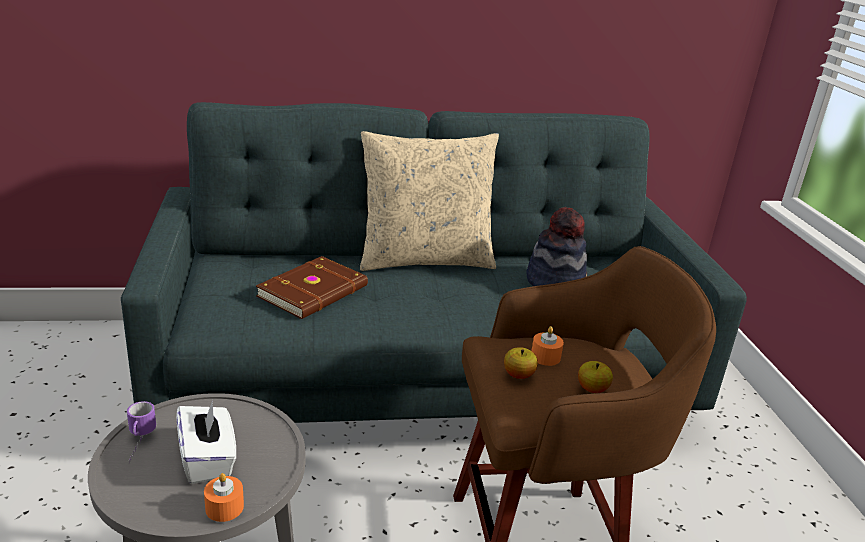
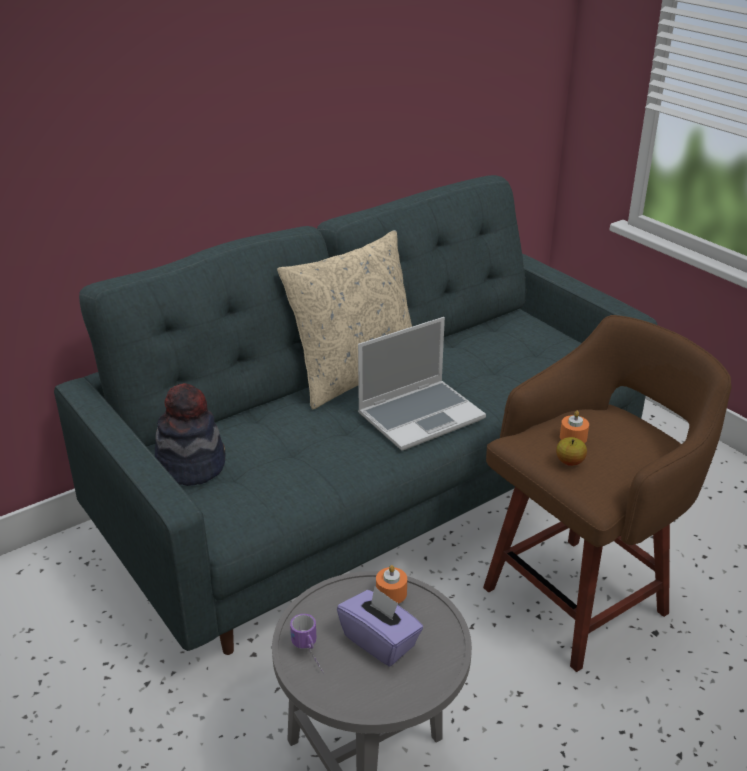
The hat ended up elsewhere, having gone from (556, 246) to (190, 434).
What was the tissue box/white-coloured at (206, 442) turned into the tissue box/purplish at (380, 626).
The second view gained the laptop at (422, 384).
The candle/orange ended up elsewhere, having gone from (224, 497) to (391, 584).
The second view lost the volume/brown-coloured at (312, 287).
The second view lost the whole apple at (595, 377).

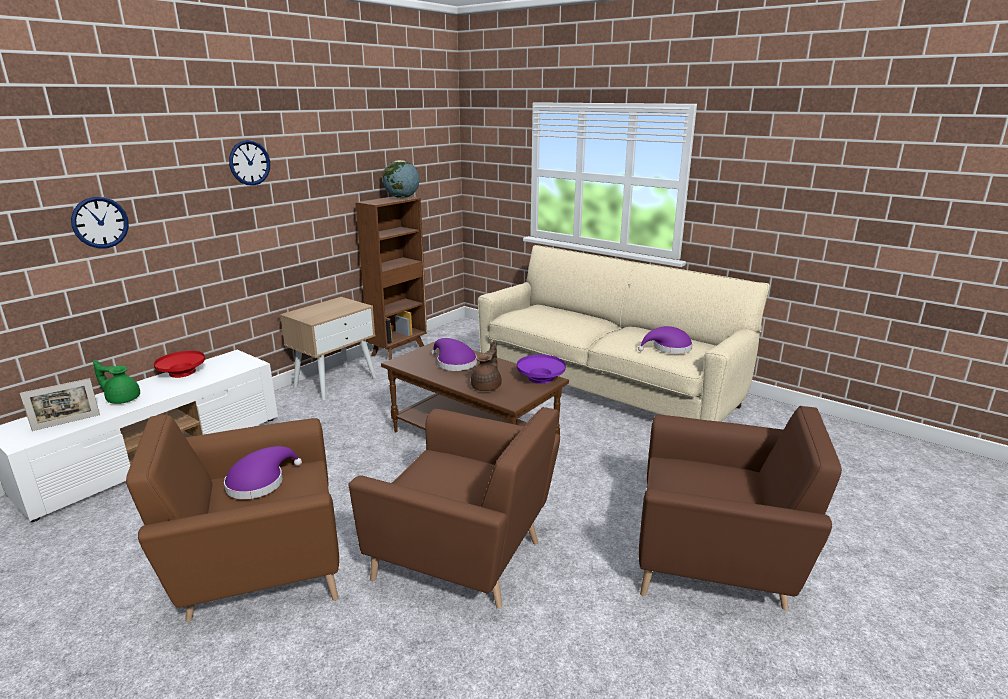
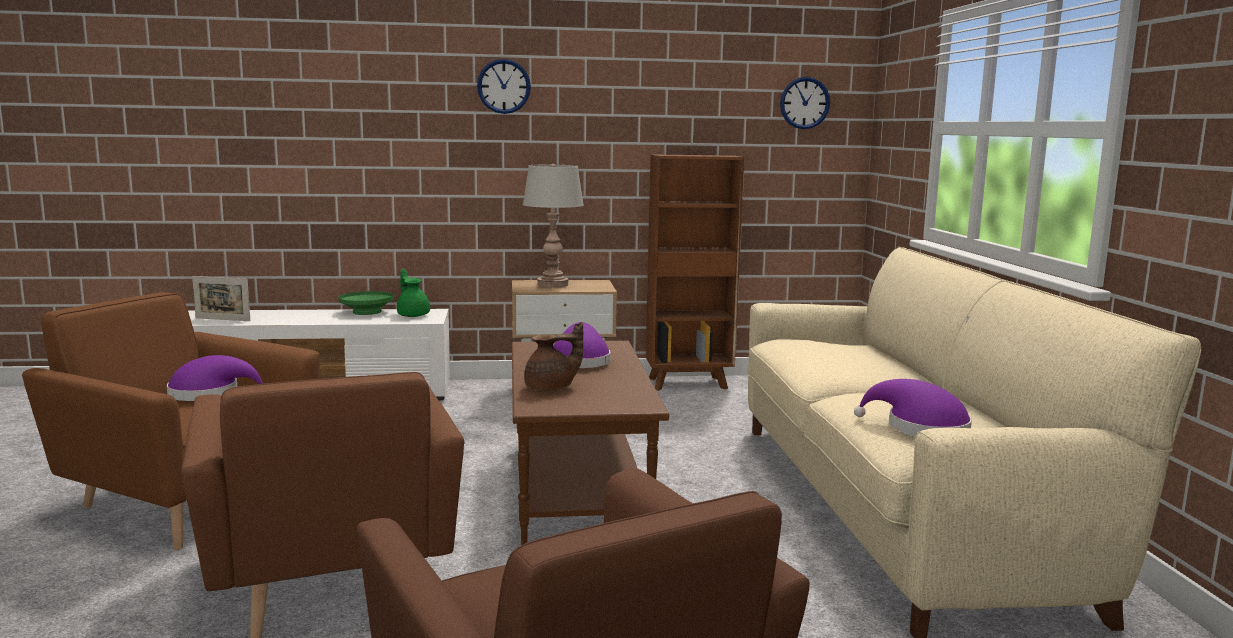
What was the serving bowl/reddish at (179, 364) turned into the serving bowl/green-coloured at (366, 303).
The tea pot/green-coloured ended up elsewhere, having gone from (116, 382) to (413, 292).
The second view gained the lamp for a table/greyish at (553, 226).
The wall clock ended up elsewhere, having gone from (100, 223) to (805, 103).
The second view lost the desk globe at (400, 179).
The second view lost the serving bowl/purplish at (541, 369).

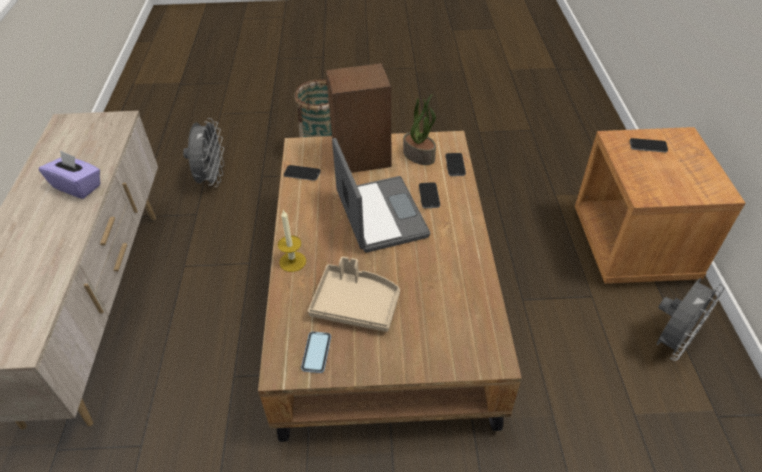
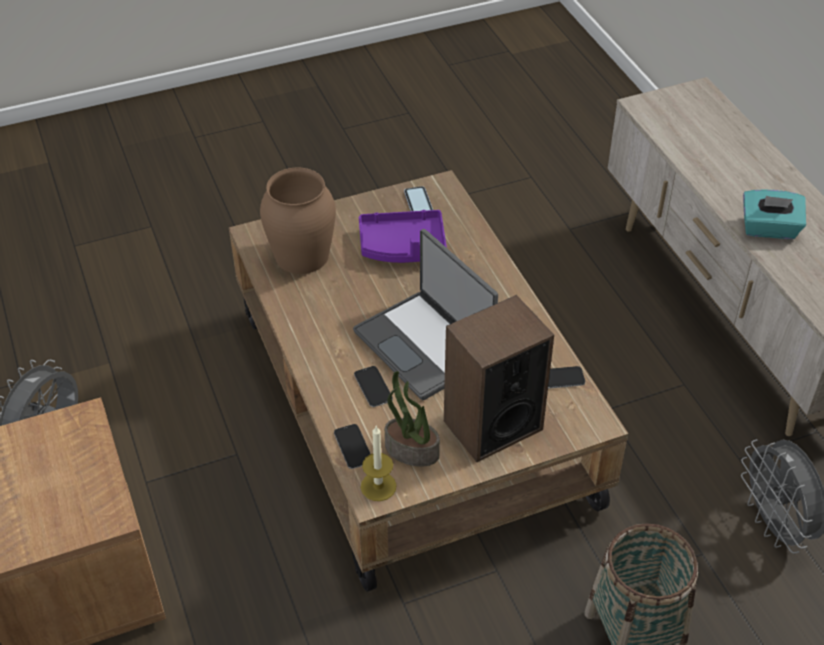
The second view gained the vase/brown-coloured at (298, 220).
What was the tray/sand-coloured at (354, 294) turned into the tray/purplish at (403, 236).
The candle ended up elsewhere, having gone from (292, 241) to (378, 463).
What was the tissue box/purplish at (69, 174) turned into the tissue box/blue-green at (774, 214).
The second view lost the telephone at (649, 145).

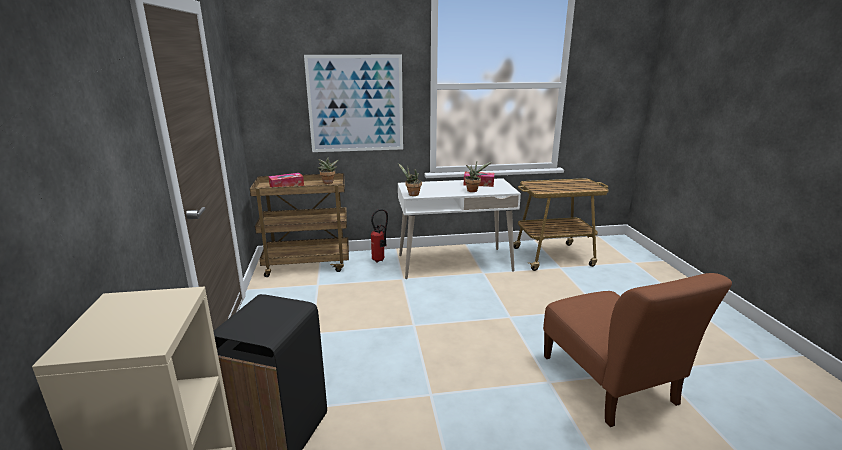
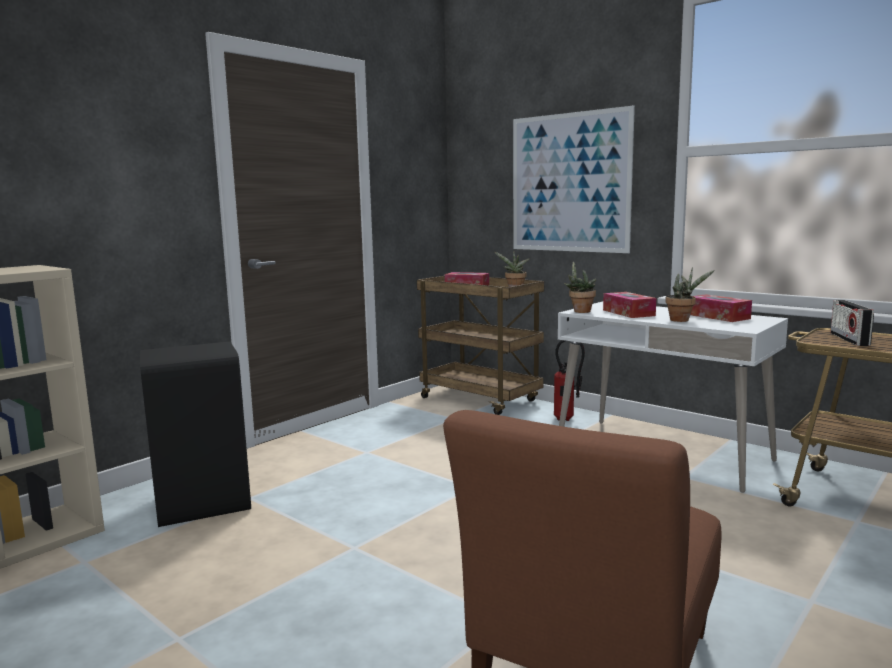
The second view gained the tissue box at (629, 305).
The second view gained the radio set at (852, 323).

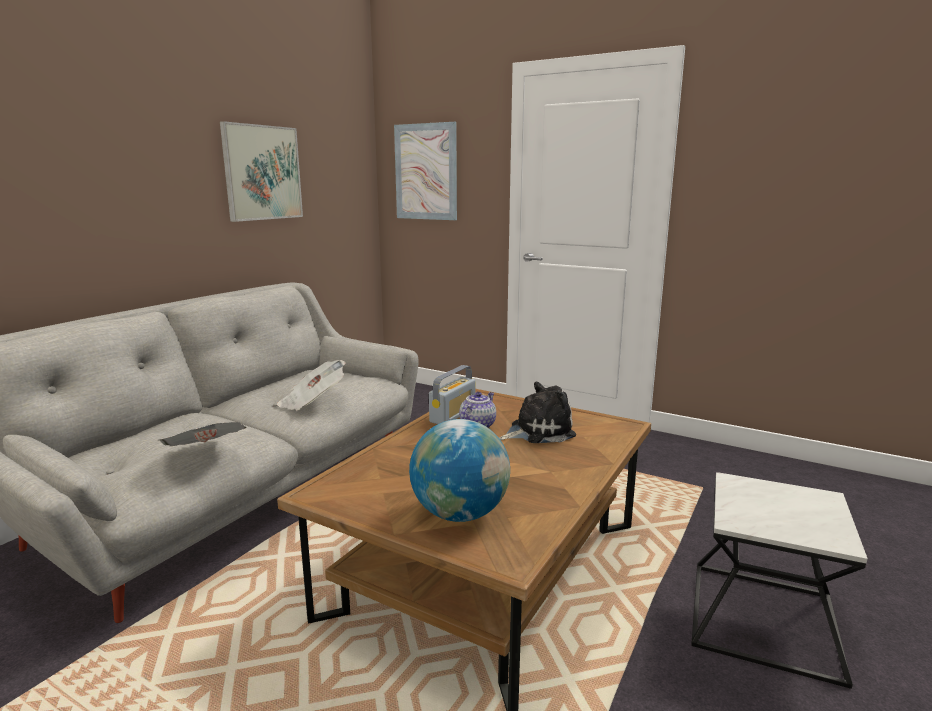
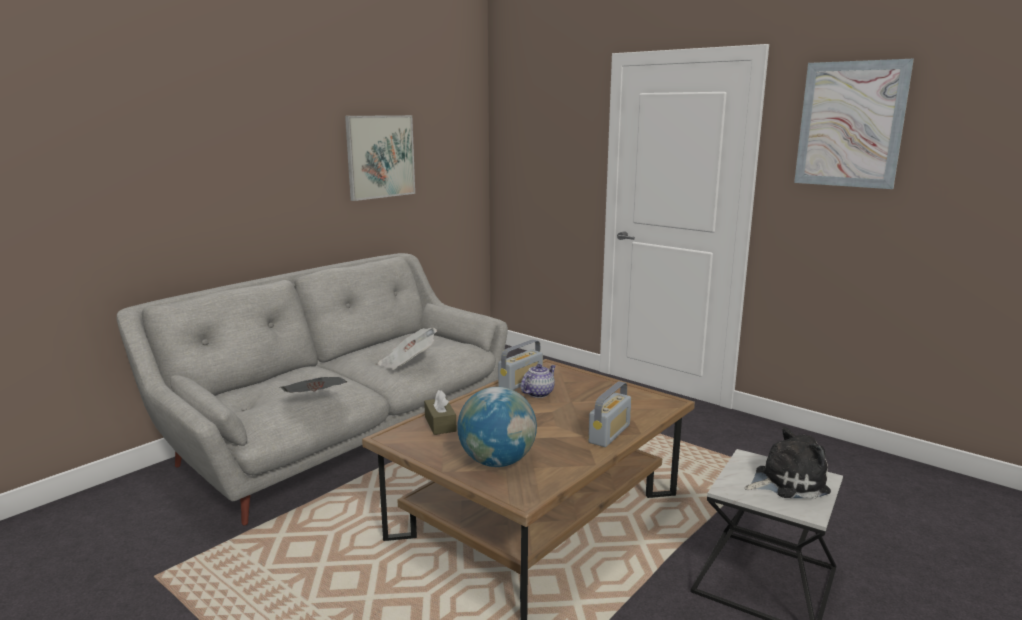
The second view gained the tissue box/brown-coloured at (440, 412).
The second view gained the radio set at (609, 414).
The cuddly toy ended up elsewhere, having gone from (537, 412) to (788, 463).
The picture ended up elsewhere, having gone from (425, 171) to (854, 124).

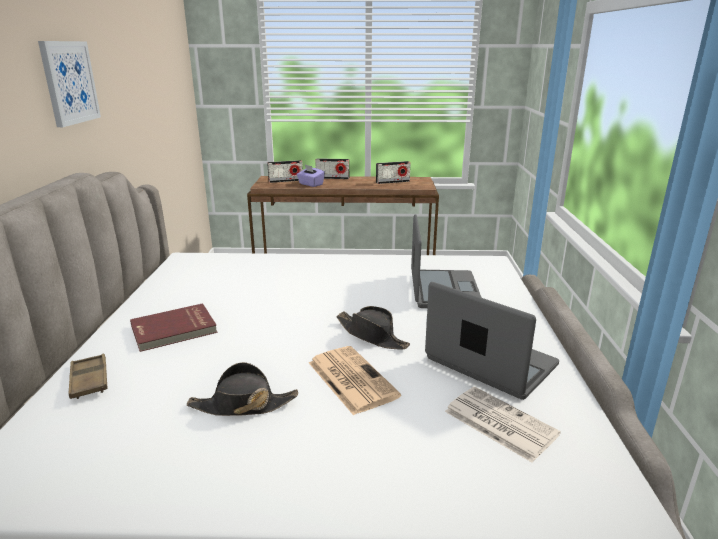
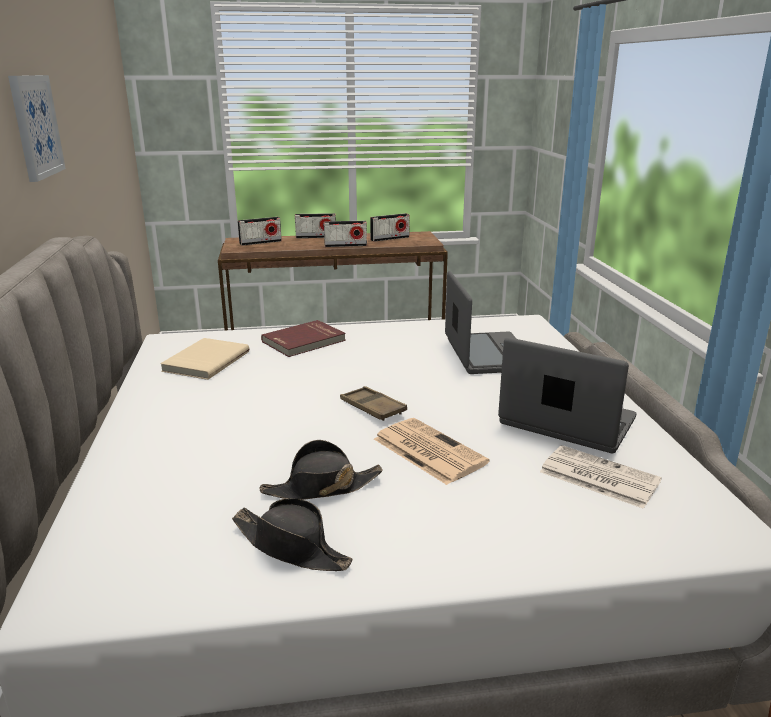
The second view gained the volume/sand-coloured at (204, 359).
The hat/black-coloured ended up elsewhere, having gone from (373, 327) to (292, 534).
The volume/reddish ended up elsewhere, having gone from (173, 327) to (303, 338).
The second view gained the radio set at (345, 234).
The tray/brown-coloured ended up elsewhere, having gone from (88, 376) to (373, 403).
The second view lost the tissue box/purplish at (311, 176).

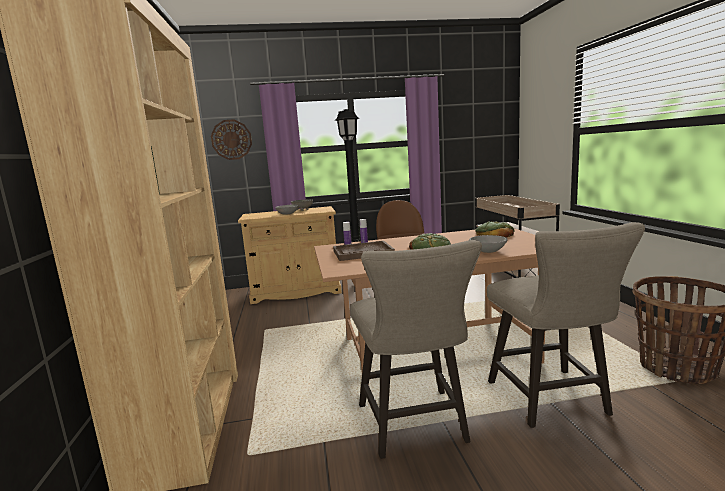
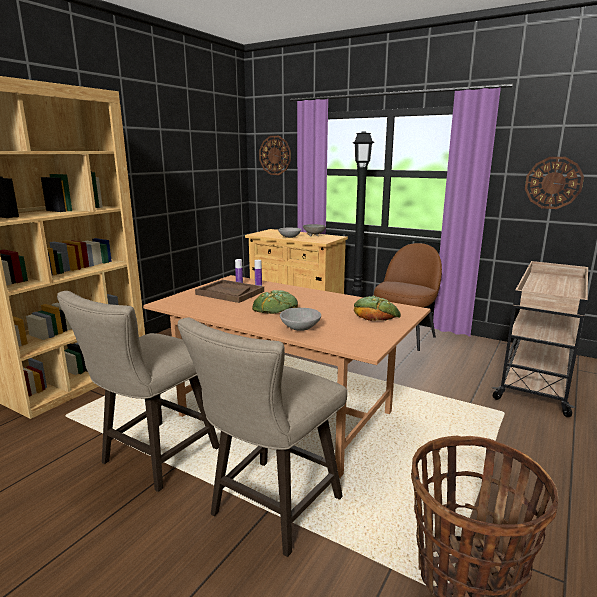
The second view gained the wall clock at (554, 183).

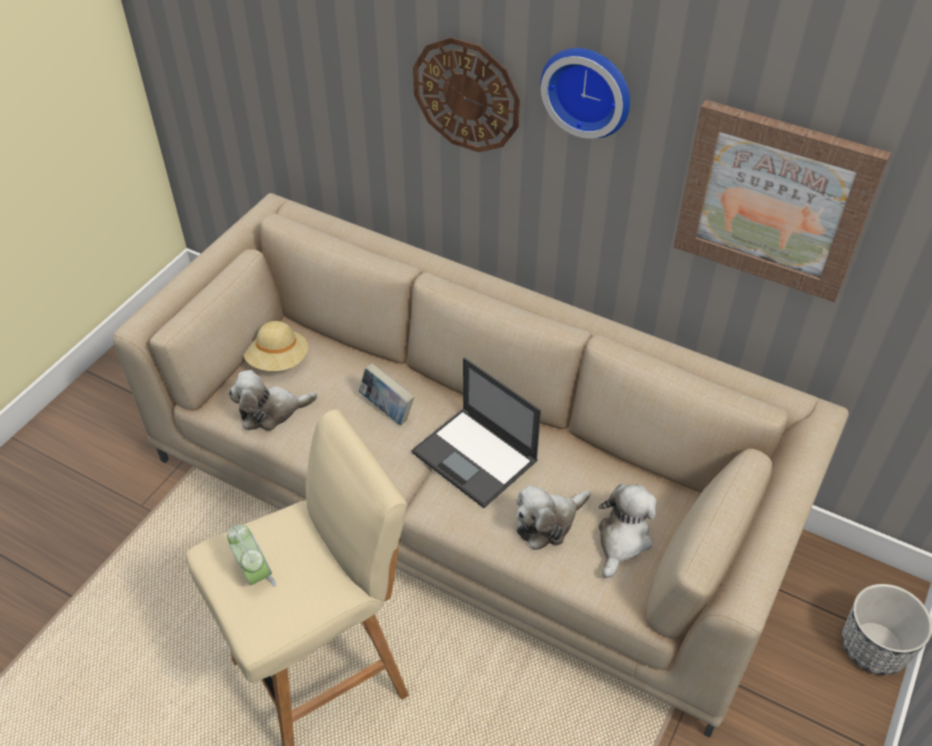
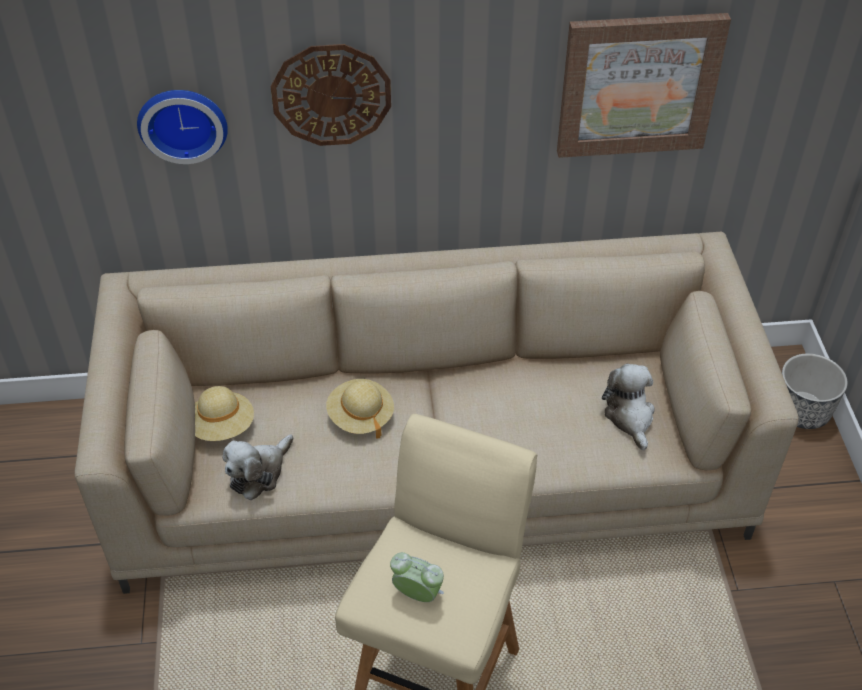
The wall clock ended up elsewhere, having gone from (585, 93) to (182, 127).
Where the volume stood at (387, 394), the hat/sand-coloured came to stand at (360, 409).
The second view lost the laptop at (476, 433).
The second view lost the cuddly toy at (553, 517).

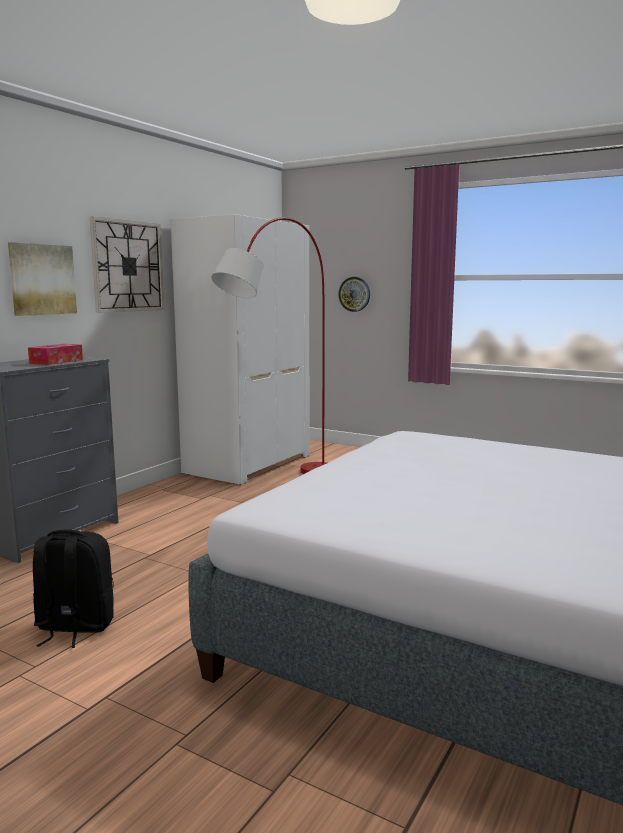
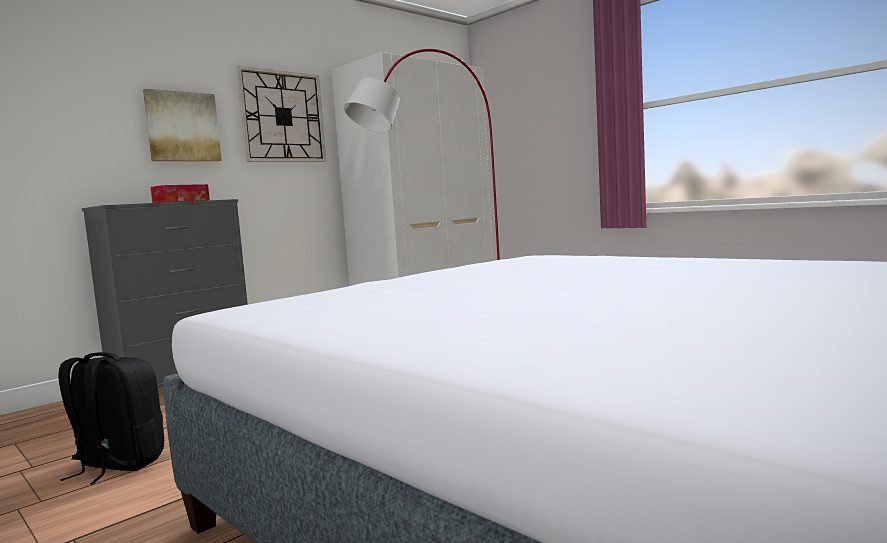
The second view lost the wall clock at (354, 294).

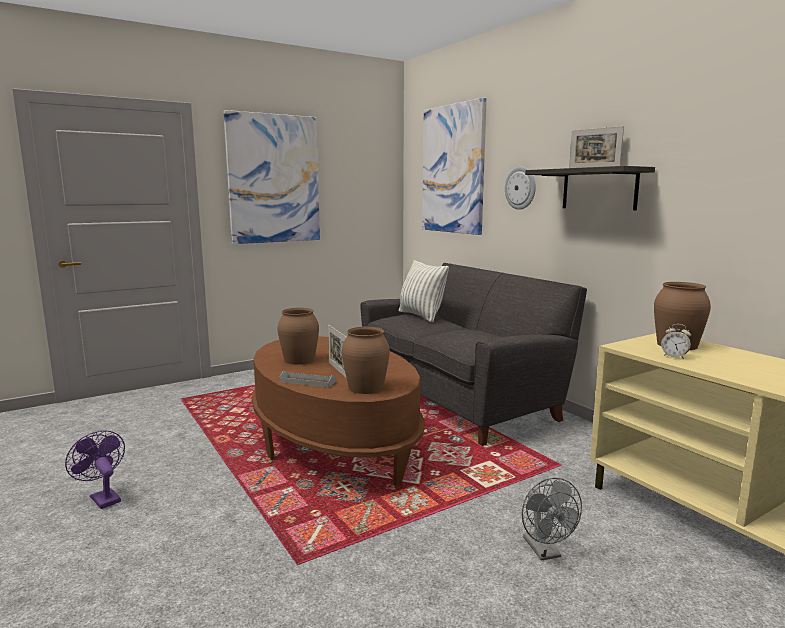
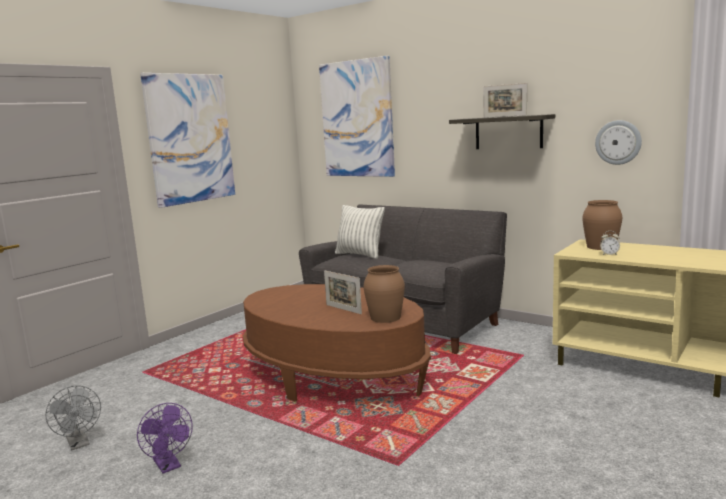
The cooling fan/greyish ended up elsewhere, having gone from (552, 519) to (73, 418).
The cooling fan/purplish at (95, 470) ended up facing another way, 150 degrees counterclockwise from before.
The wall clock ended up elsewhere, having gone from (520, 188) to (618, 142).
The second view lost the vase/brown-coloured at (298, 336).
The second view lost the tray/greyish at (308, 378).

